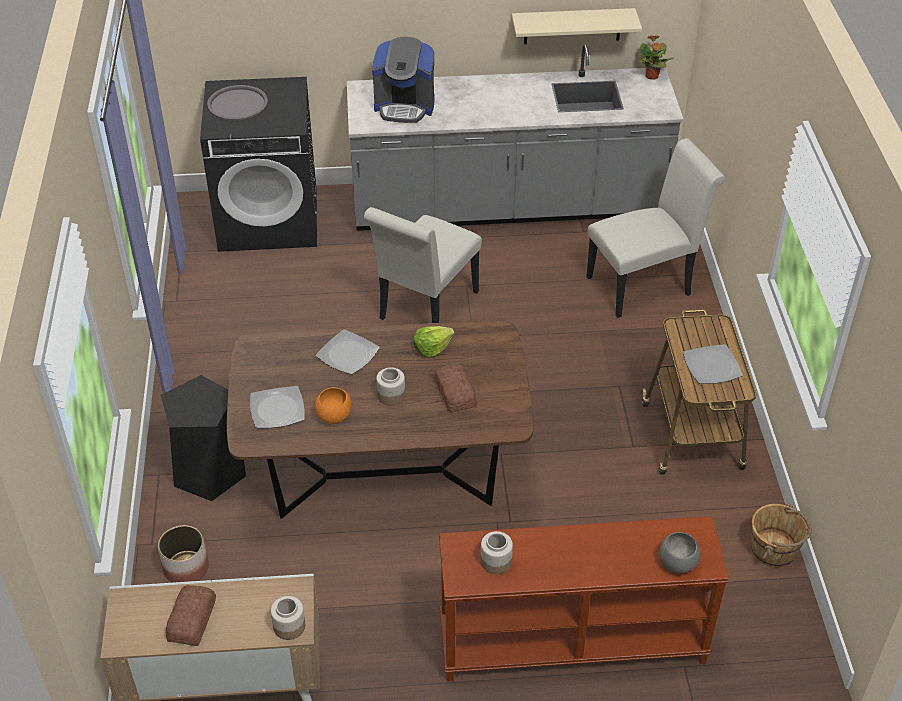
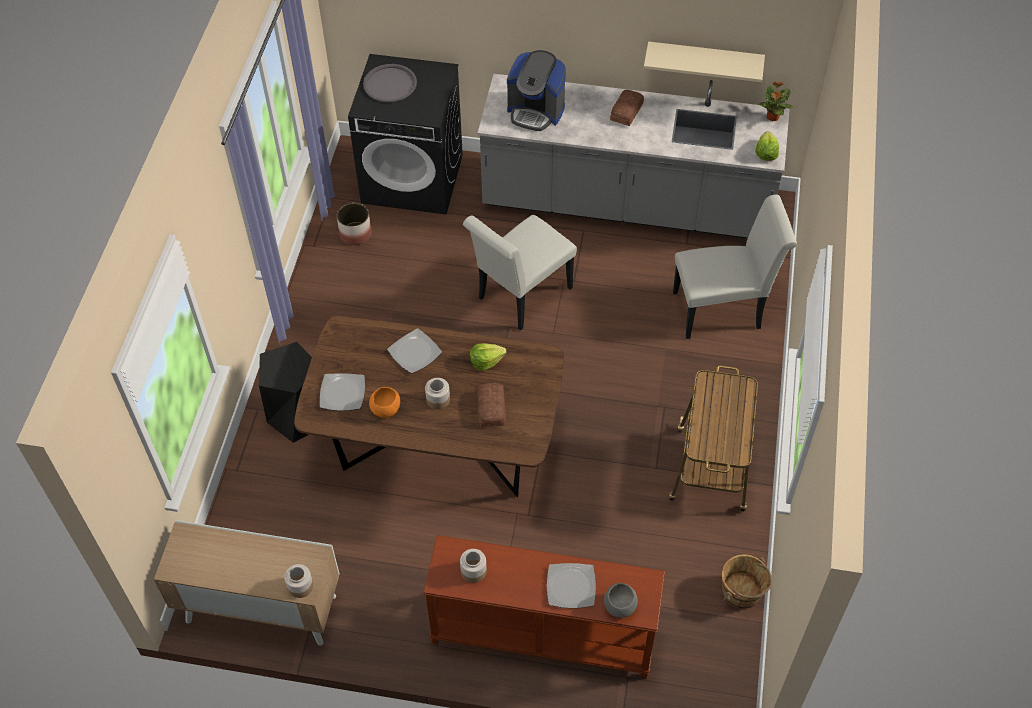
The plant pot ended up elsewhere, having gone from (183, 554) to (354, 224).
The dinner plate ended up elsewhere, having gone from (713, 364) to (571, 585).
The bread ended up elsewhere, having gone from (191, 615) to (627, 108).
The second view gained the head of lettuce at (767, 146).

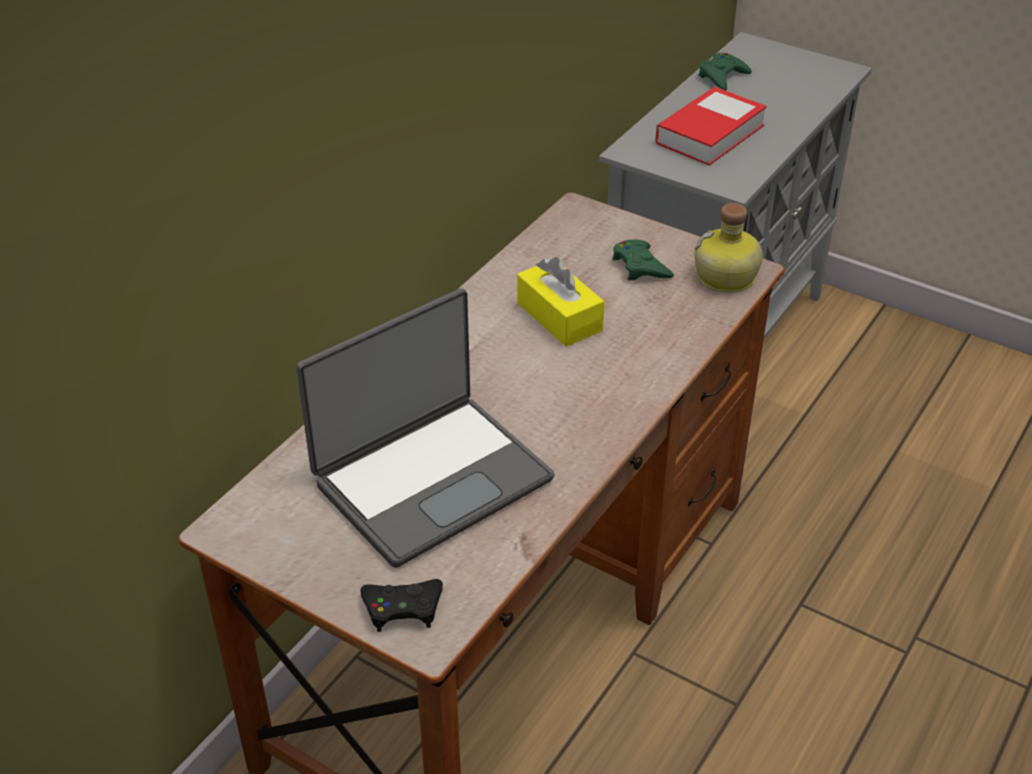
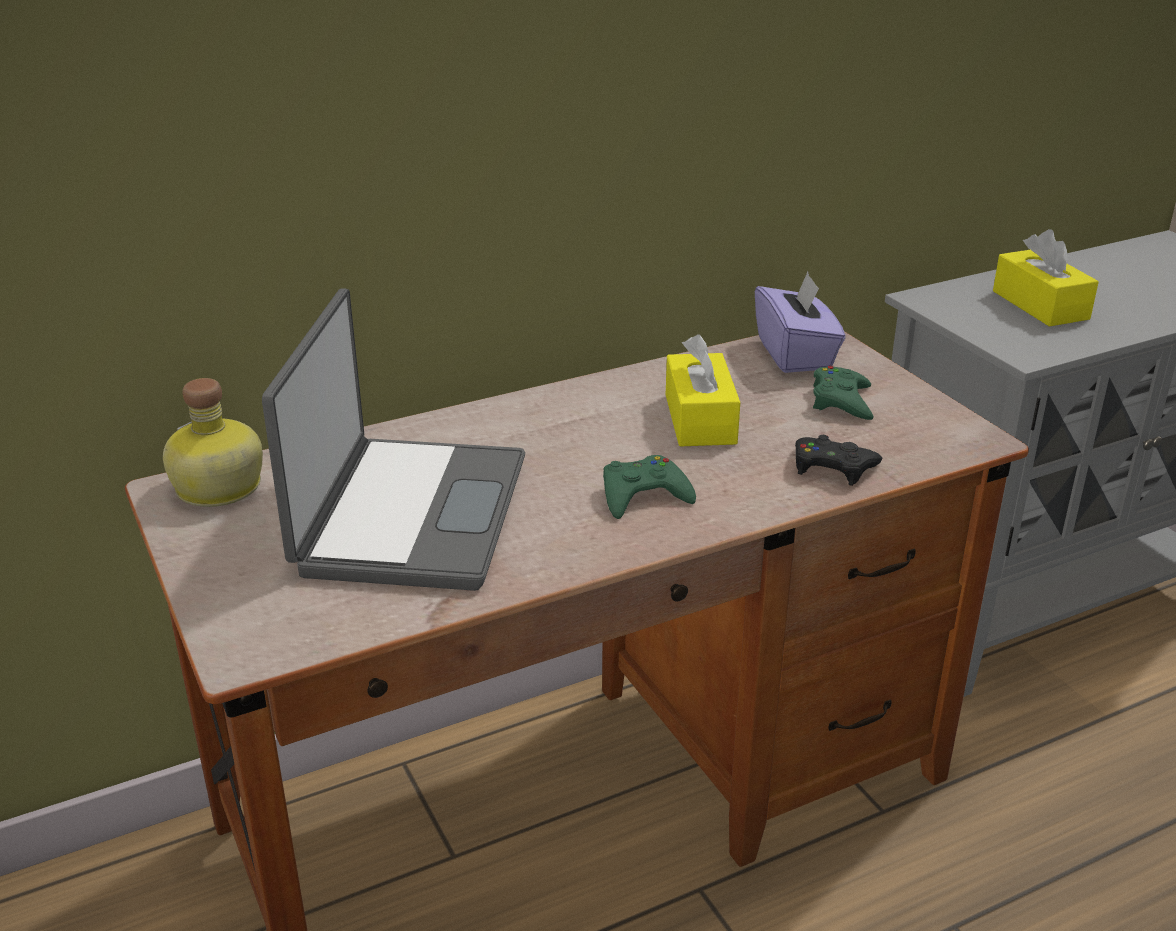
The drink bottle ended up elsewhere, having gone from (728, 248) to (213, 442).
The laptop at (425, 428) ended up facing another way, 75 degrees counterclockwise from before.
The joypad/green-coloured ended up elsewhere, having gone from (725, 72) to (649, 487).
The second view gained the tissue box/purplish at (800, 322).
The joypad/black-coloured ended up elsewhere, having gone from (401, 605) to (838, 460).
Where the volume stood at (711, 126), the tissue box/yellow-coloured came to stand at (1046, 278).

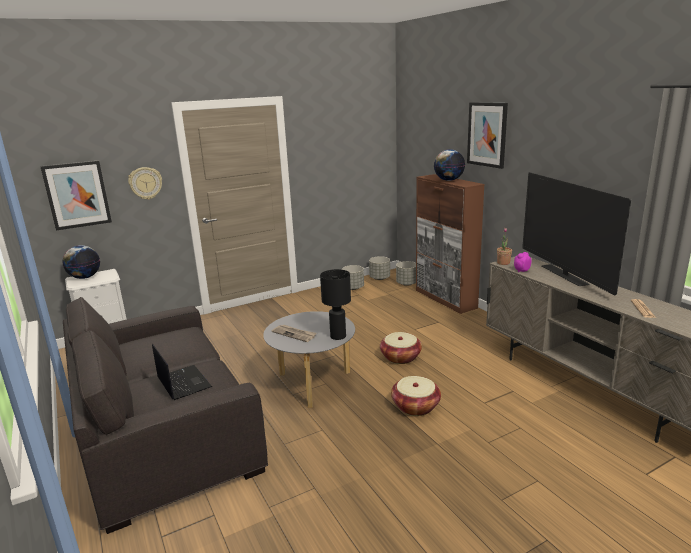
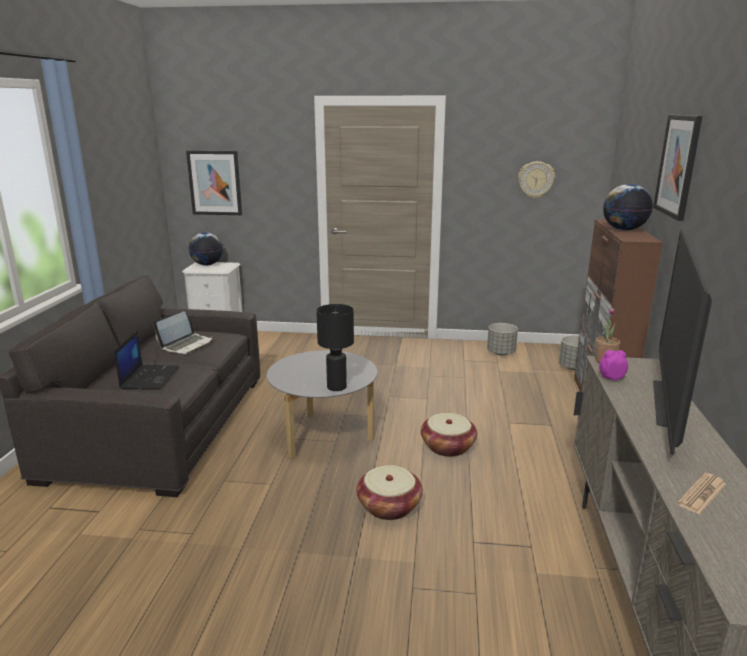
The second view gained the laptop at (183, 332).
The wall clock ended up elsewhere, having gone from (145, 183) to (536, 179).
The second view lost the daily paper at (294, 333).
The second view lost the plant pot/greyish at (379, 268).

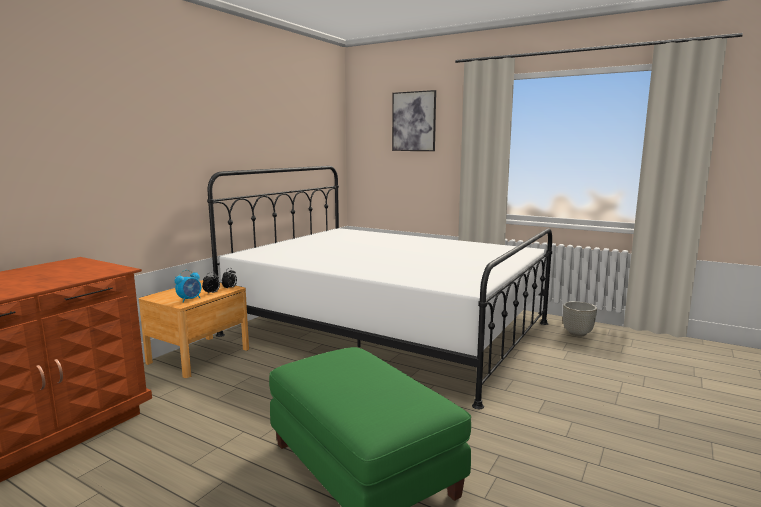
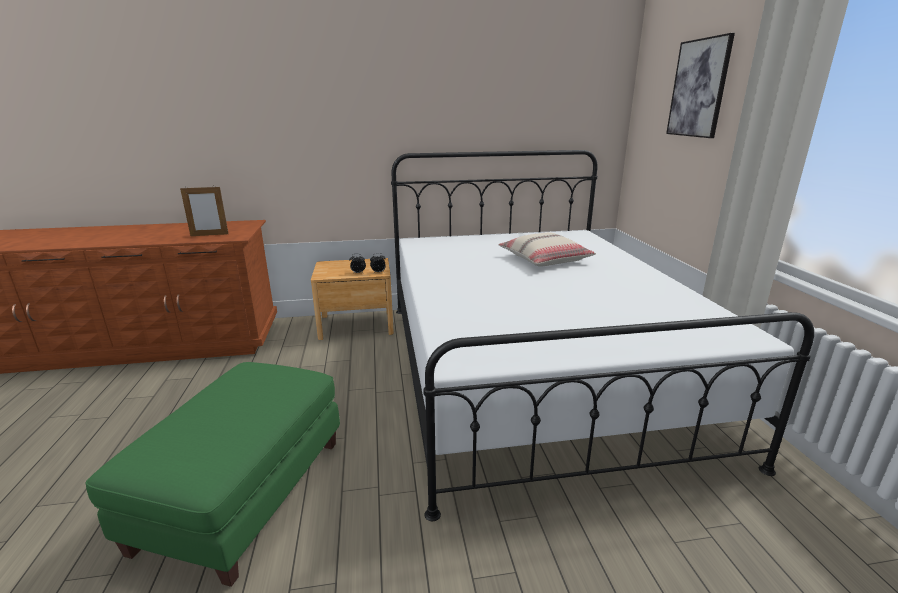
The second view gained the photo frame at (204, 210).
The second view gained the throw pillow/sand-coloured at (547, 249).
The second view lost the alarm clock at (188, 286).
The second view lost the plant pot/greyish at (580, 318).

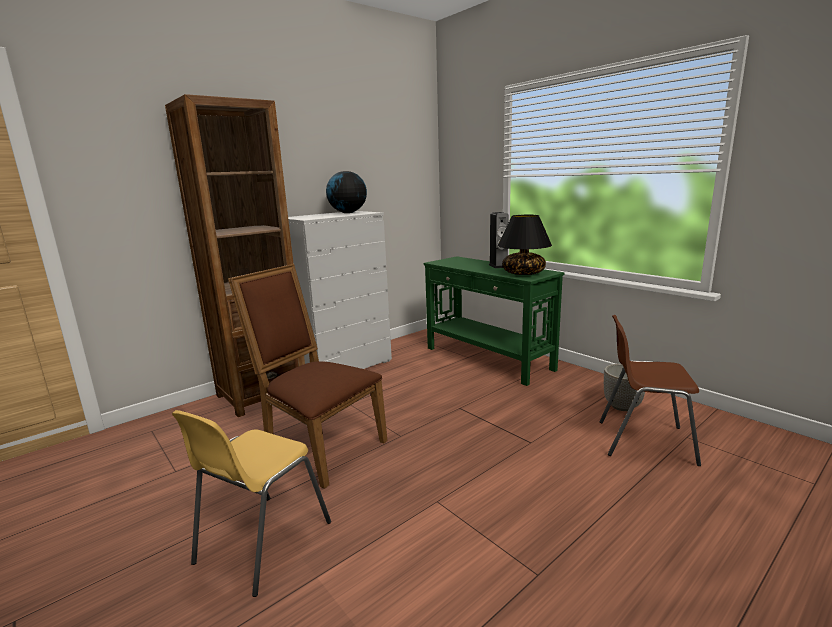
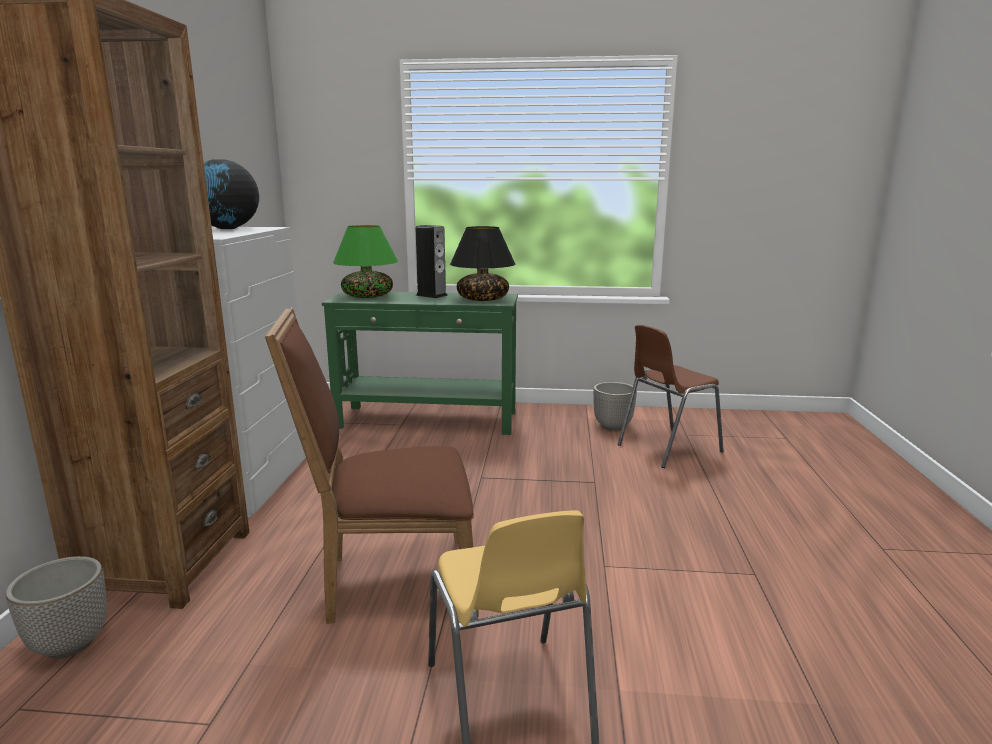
The second view gained the plant pot at (56, 607).
The second view gained the lamp for a table/green-coloured at (365, 261).

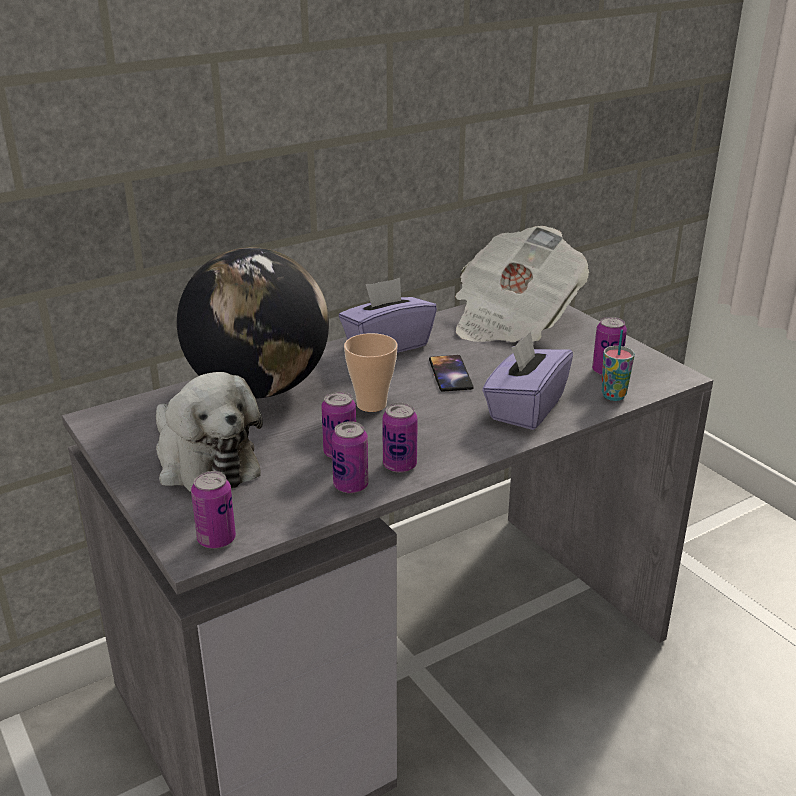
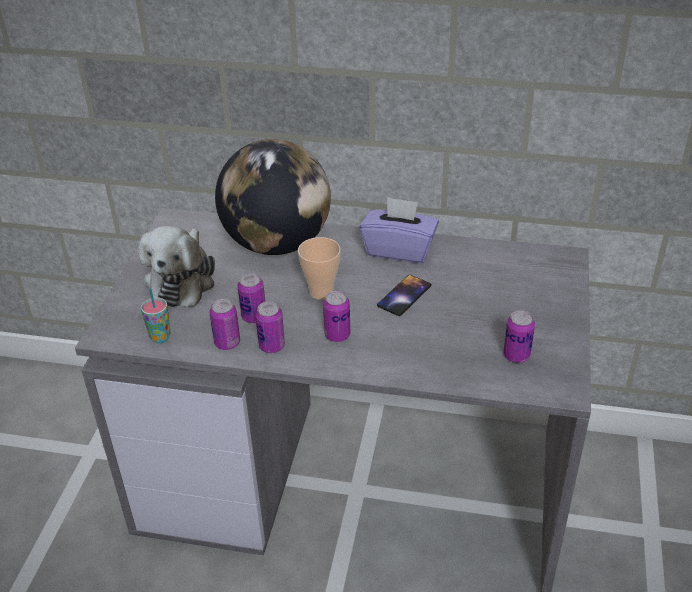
The cup ended up elsewhere, having gone from (618, 365) to (155, 316).
The sealed can ended up elsewhere, having gone from (213, 510) to (336, 316).
The second view lost the daily paper at (522, 284).
The second view lost the tissue box/purplish at (527, 380).

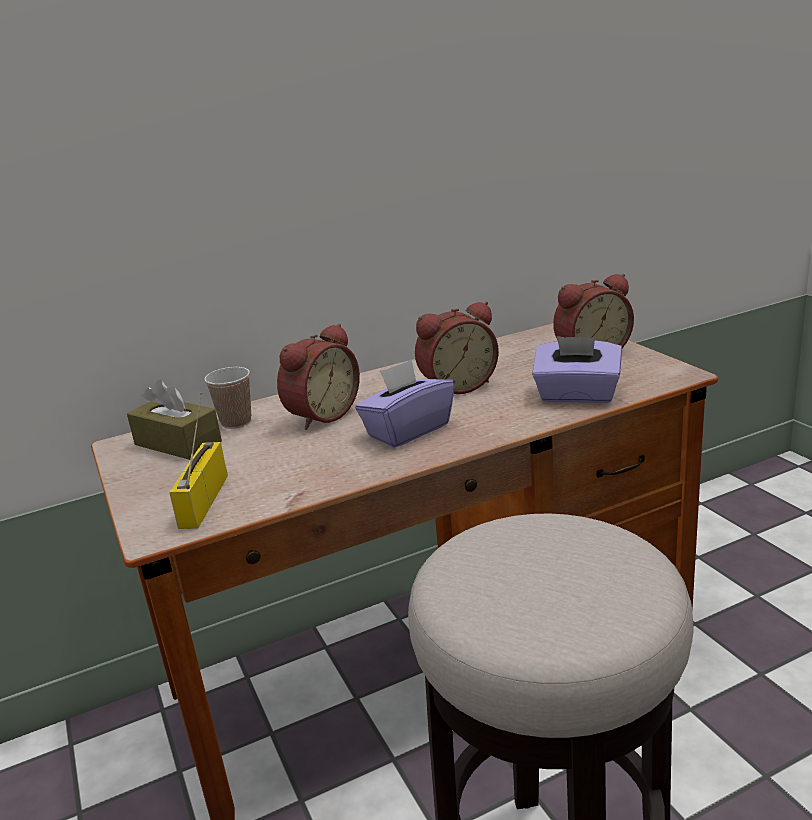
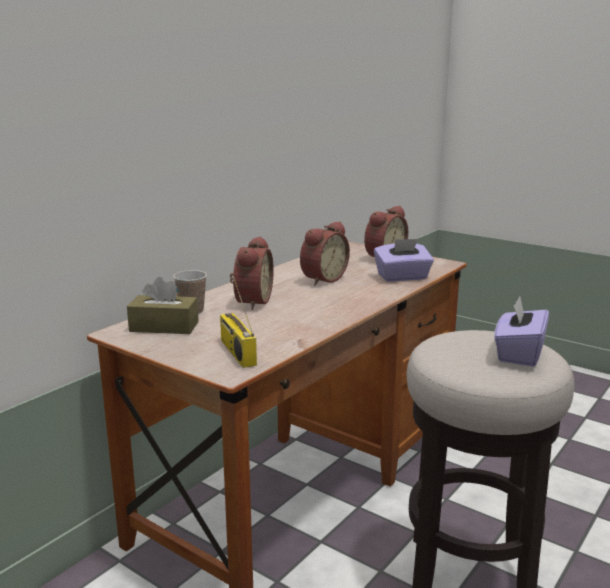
The tissue box/purplish ended up elsewhere, having gone from (405, 403) to (521, 332).

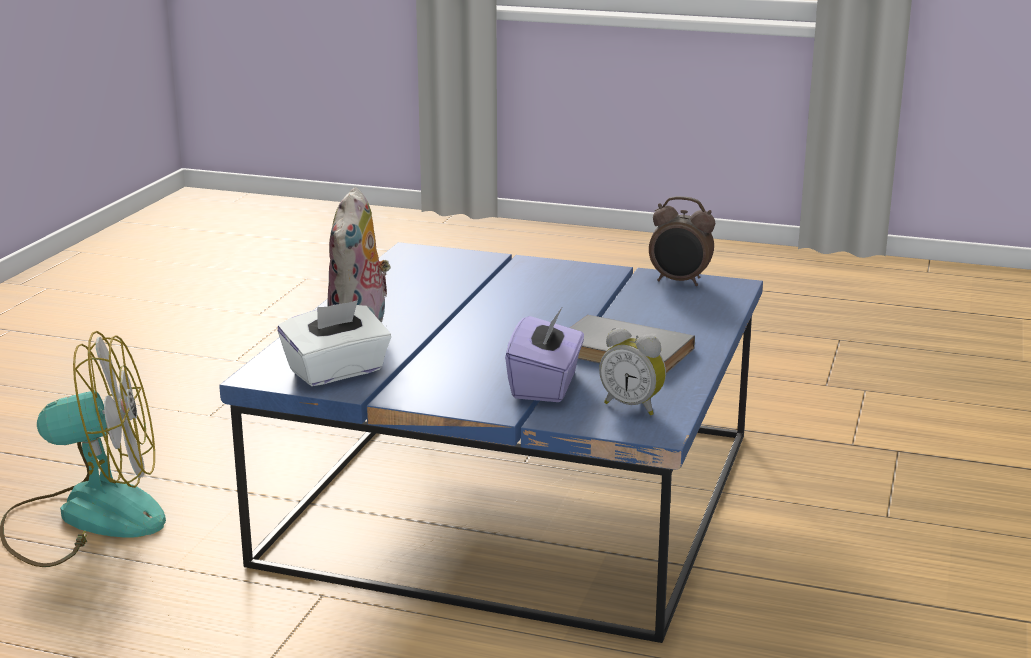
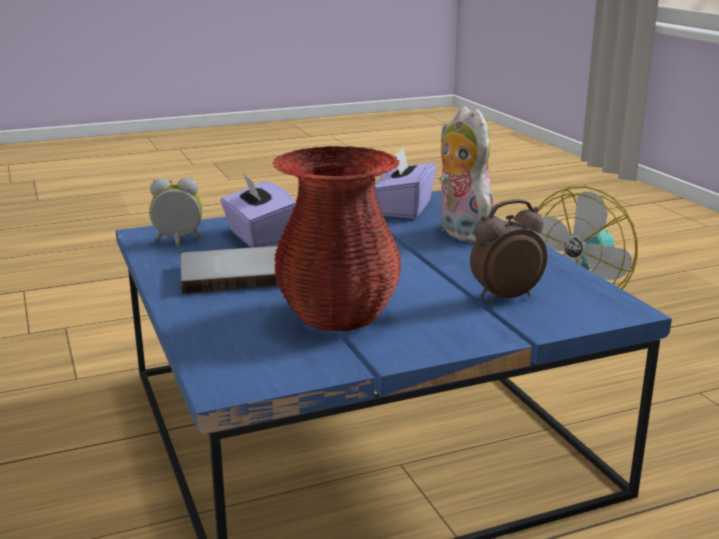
The second view gained the vase/reddish at (337, 238).
What was the tissue box/white-coloured at (334, 343) turned into the tissue box/purplish at (405, 183).
The alarm clock ended up elsewhere, having gone from (682, 241) to (508, 250).

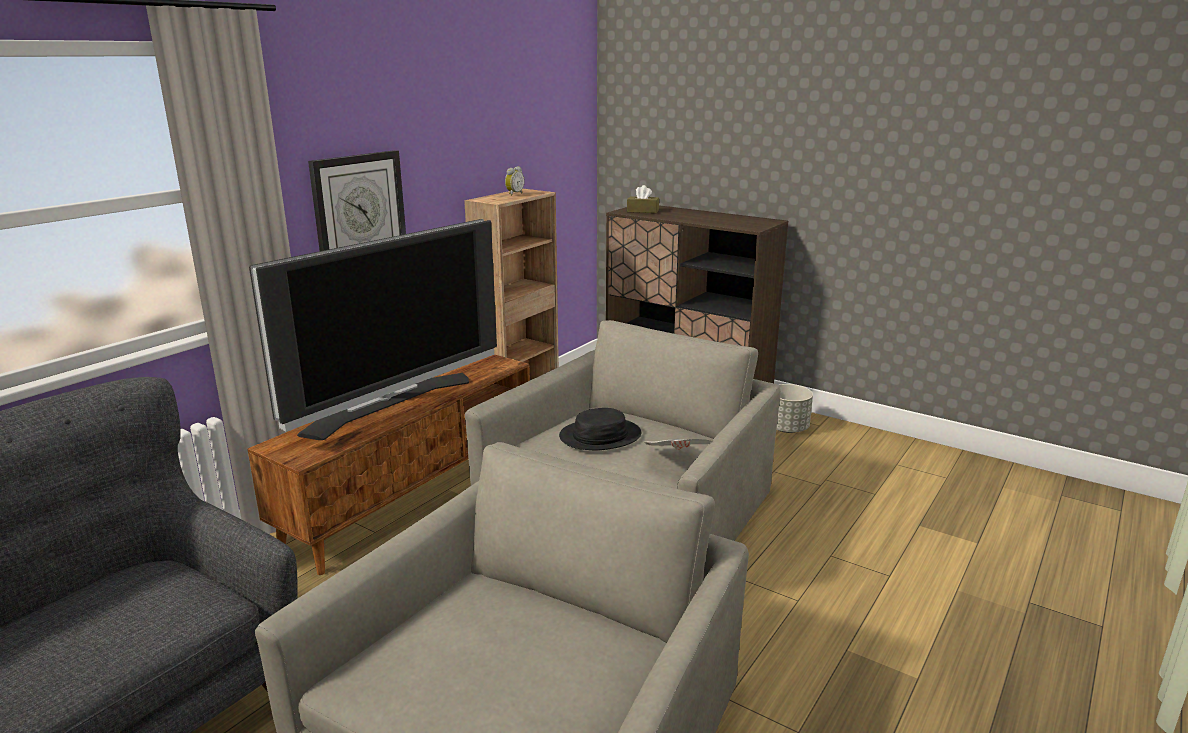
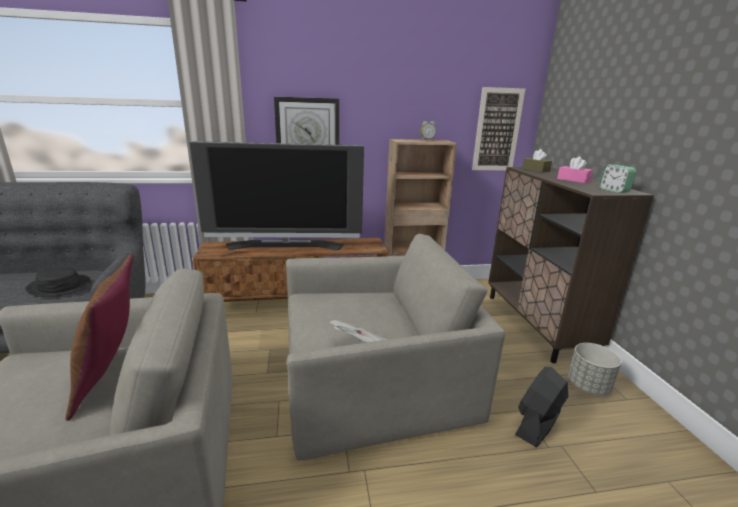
The hat/black-coloured ended up elsewhere, having gone from (600, 429) to (58, 281).
The second view gained the throw pillow/brown-coloured at (99, 337).
The second view gained the picture at (498, 128).
The second view gained the cooling fan/black-coloured at (541, 407).
The second view gained the tissue box/pink-coloured at (575, 170).
The second view gained the alarm clock at (617, 179).

